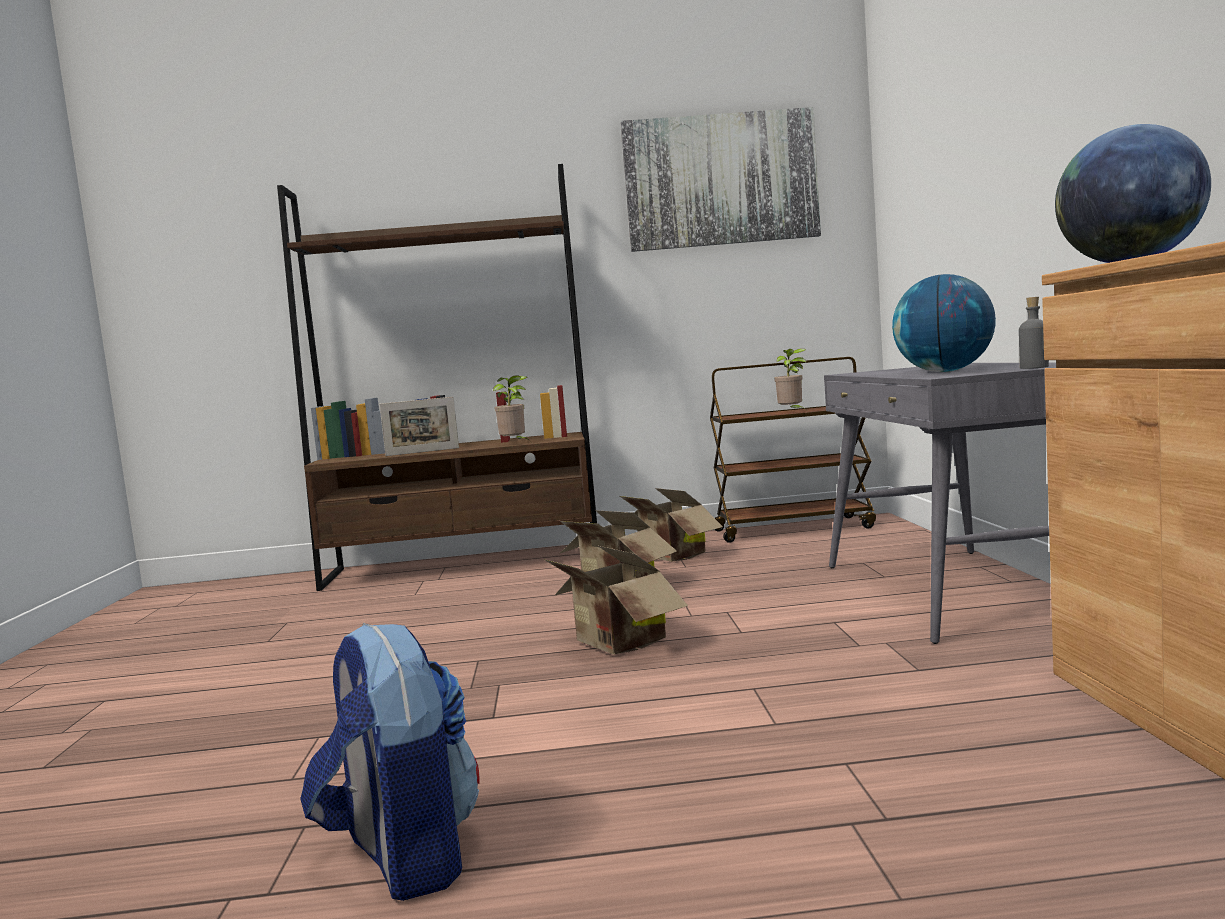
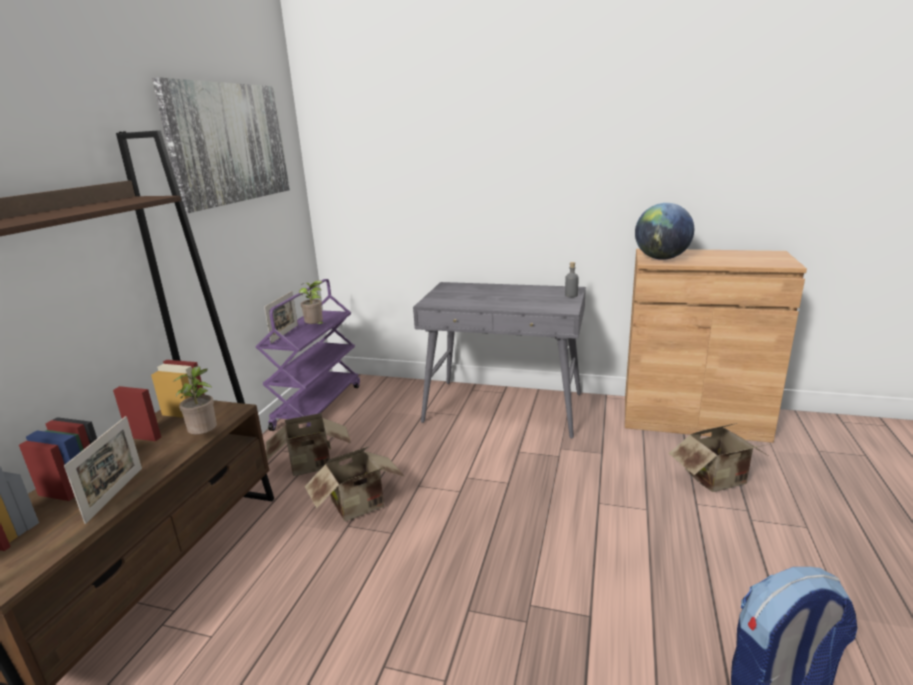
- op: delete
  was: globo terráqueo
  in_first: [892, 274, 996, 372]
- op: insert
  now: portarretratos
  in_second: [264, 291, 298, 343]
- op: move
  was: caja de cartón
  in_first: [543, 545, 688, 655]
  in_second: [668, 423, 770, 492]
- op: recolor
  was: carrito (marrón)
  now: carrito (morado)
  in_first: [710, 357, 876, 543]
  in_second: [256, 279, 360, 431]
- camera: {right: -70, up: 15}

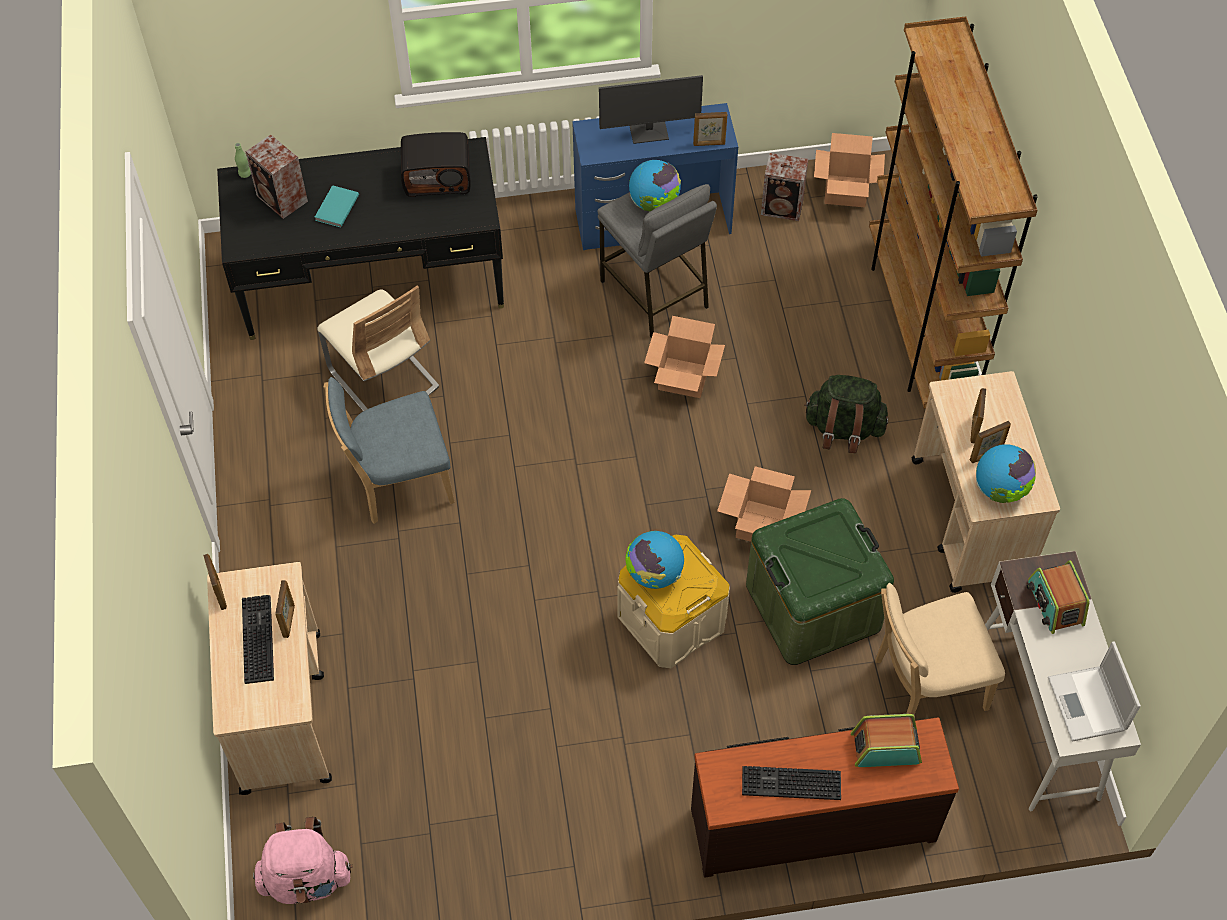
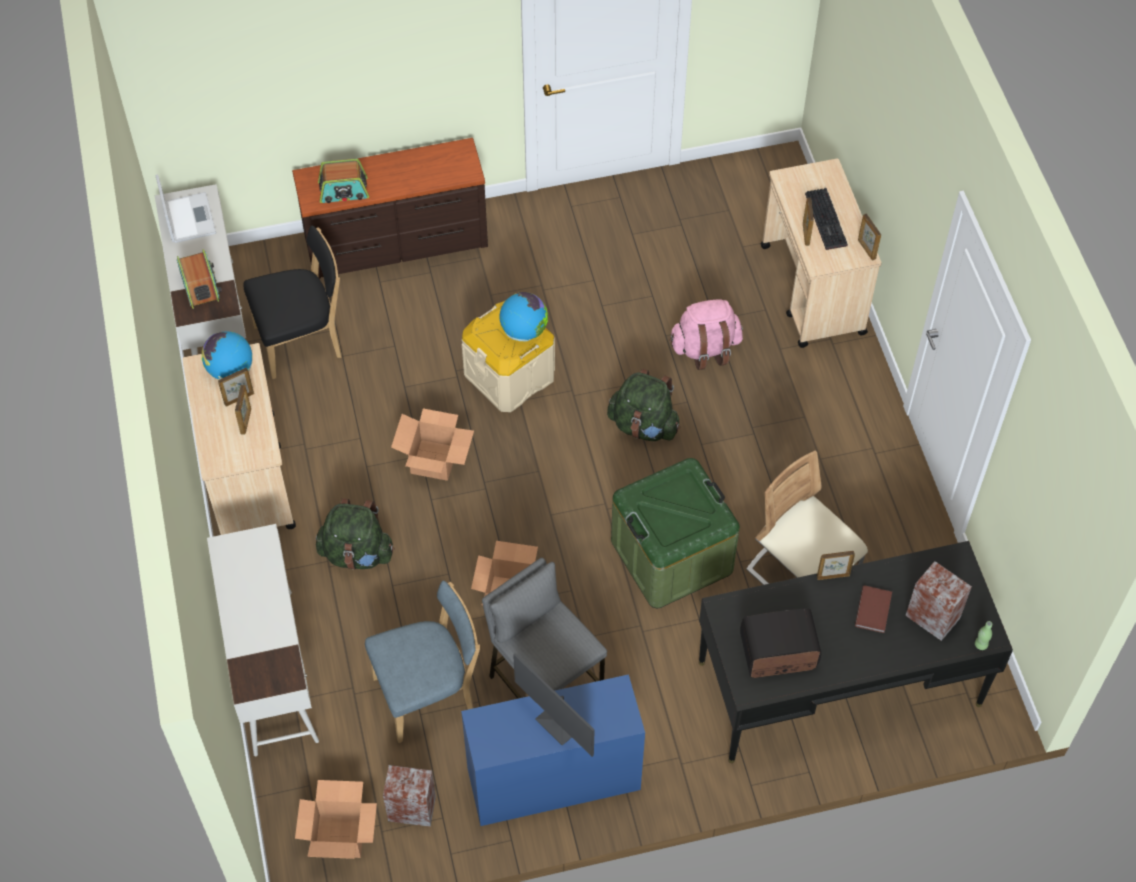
- op: delete
  was: globo terráqueo
  in_first: [629, 160, 681, 211]
- op: delete
  was: teclado
  in_first: [742, 766, 841, 800]
- op: insert
  now: mochila (verde)
  in_second: [607, 369, 680, 441]
- op: move
  was: mochila (rosa)
  in_first: [253, 817, 353, 904]
  in_second: [669, 299, 743, 370]
- op: move
  was: silla (azul)
  in_first: [324, 377, 455, 524]
  in_second: [365, 581, 480, 743]
- op: move
  was: portarretratos
  in_first: [693, 112, 727, 146]
  in_second: [817, 551, 855, 580]
- op: move
  was: caja de almacenaje (verde)
  in_first: [746, 498, 894, 665]
  in_second: [611, 458, 740, 608]
- op: replace
  was: estantería (marrón)
  now: escritorio (blanco)
  in_first: [869, 16, 1038, 409]
  in_second: [207, 524, 319, 756]
- op: recolor
  was: libro (turquesa)
  now: libro (marrón)
  in_first: [315, 185, 359, 227]
  in_second: [855, 585, 892, 633]
- op: recolor
  was: silla (beis)
  now: silla (negro)
  in_first: [876, 583, 1005, 715]
  in_second: [244, 225, 342, 379]
- op: rotate
  was: monitor
  in_first: [599, 75, 703, 144]
  in_second: [513, 653, 595, 757]
  clockwise: -120
- camera: {right: 175, up: 0}

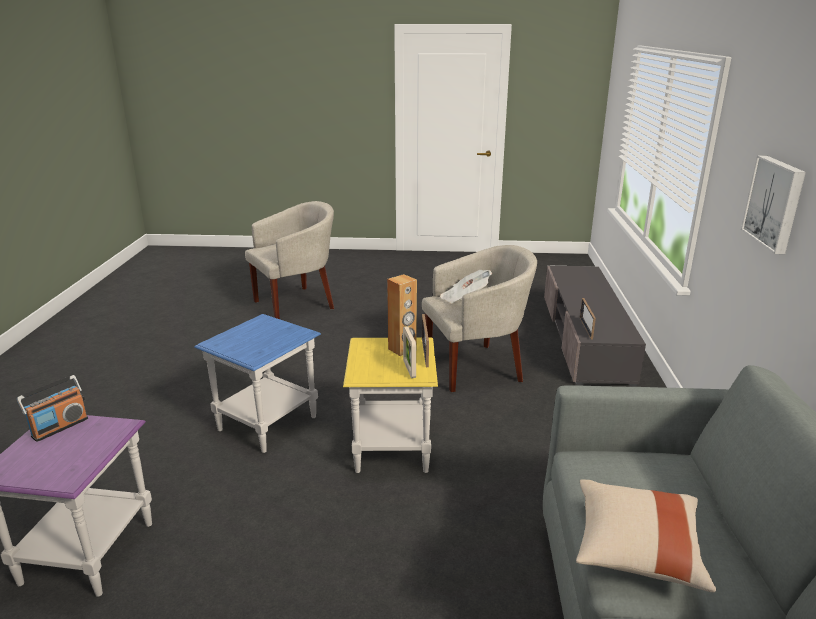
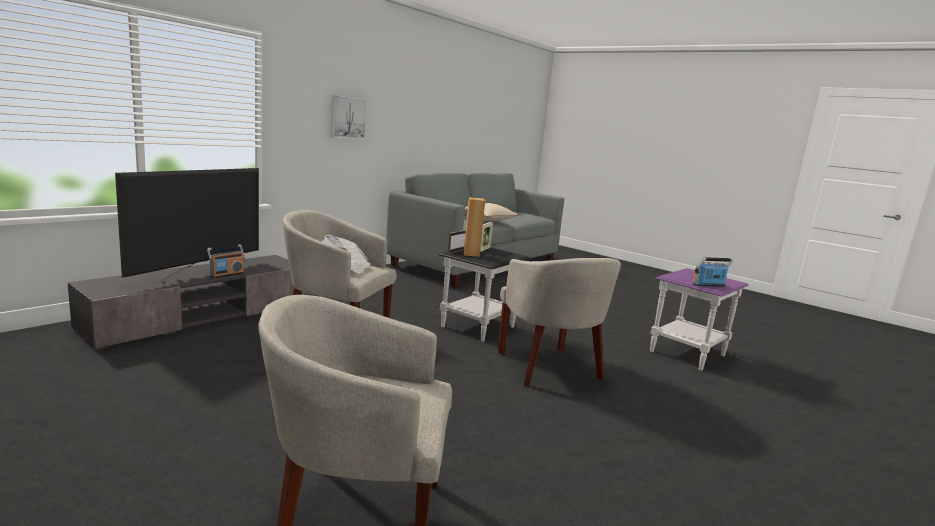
- op: delete
  was: portarretratos
  in_first: [580, 298, 596, 339]
- op: insert
  now: televisor
  in_second: [115, 168, 259, 284]
- op: insert
  now: radio
  in_second: [207, 244, 245, 278]
- op: replace
  was: mesa auxiliar (azul)
  now: sillón (beis)
  in_first: [194, 314, 321, 453]
  in_second: [498, 258, 621, 387]
- op: recolor
  was: mesa auxiliar (amarillo)
  now: mesa auxiliar (negro)
  in_first: [343, 338, 438, 473]
  in_second: [439, 247, 530, 342]
- camera: {right: -145, up: -10}

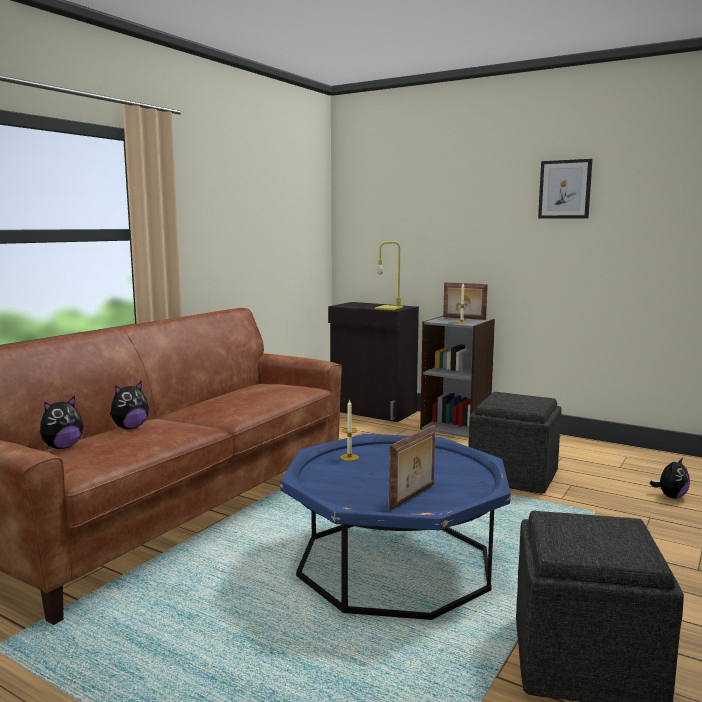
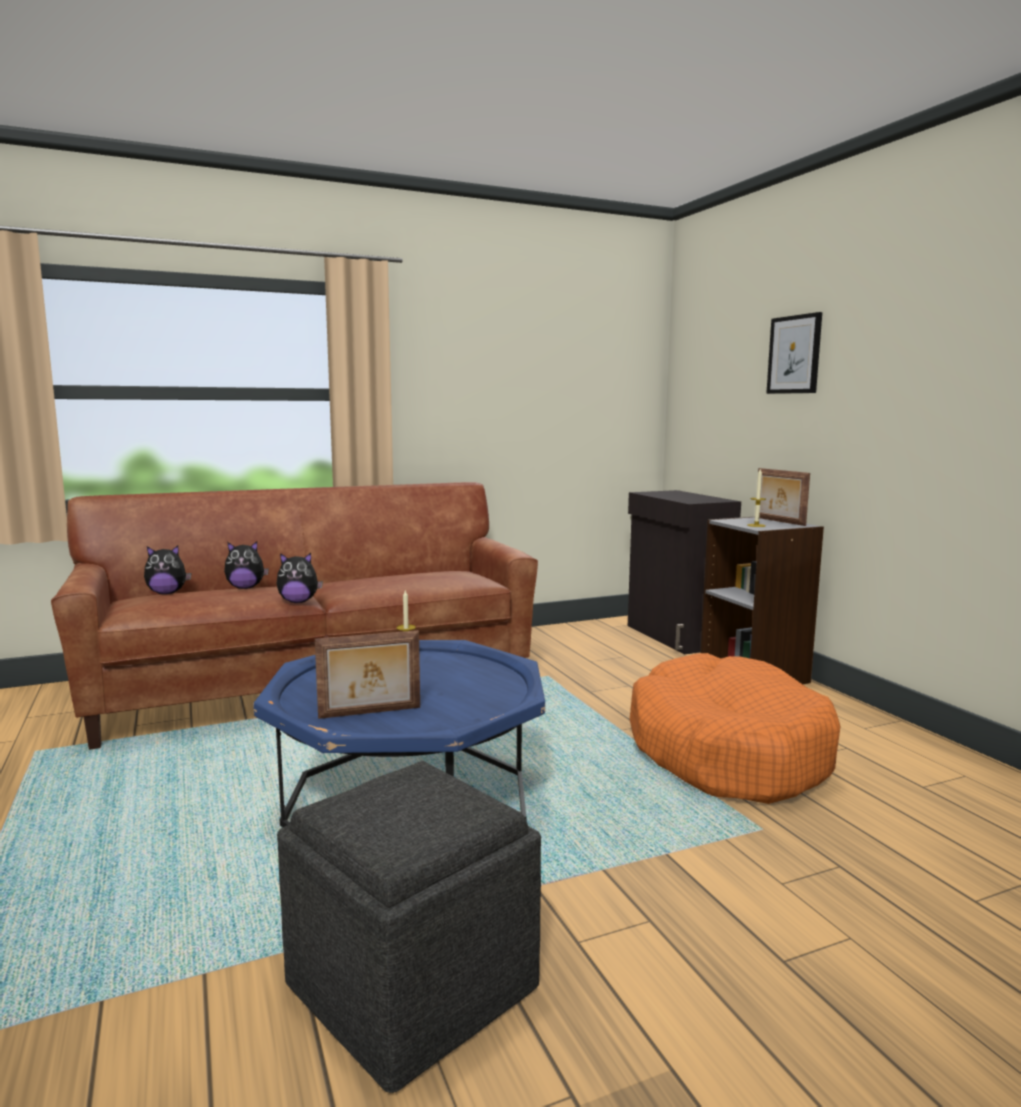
- op: delete
  was: lámpara de mesa (amarillo)
  in_first: [375, 241, 403, 310]
- op: move
  was: cuadro
  in_first: [538, 159, 593, 219]
  in_second: [766, 312, 822, 394]
- op: move
  was: peluche
  in_first: [649, 458, 690, 499]
  in_second: [277, 553, 323, 603]
- op: replace
  was: puf (gris)
  now: cama para perro (naranja)
  in_first: [468, 392, 561, 494]
  in_second: [630, 653, 841, 804]
- camera: {right: 35, up: 0}

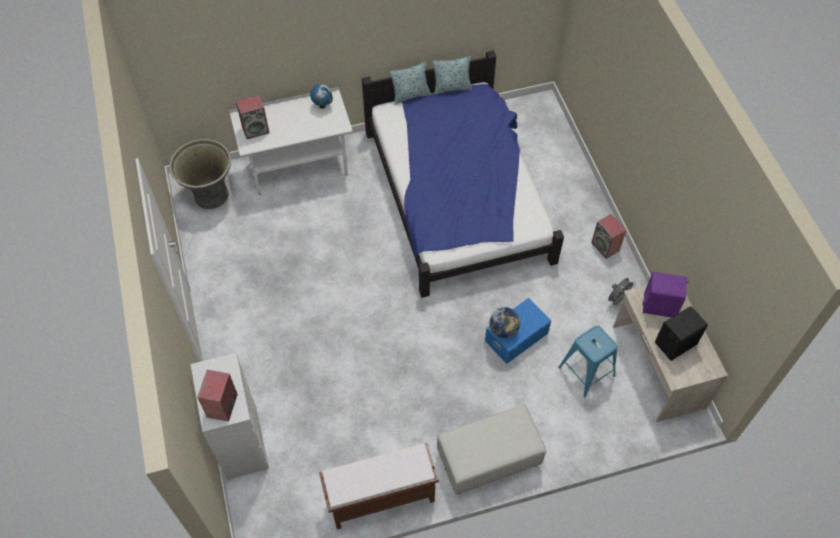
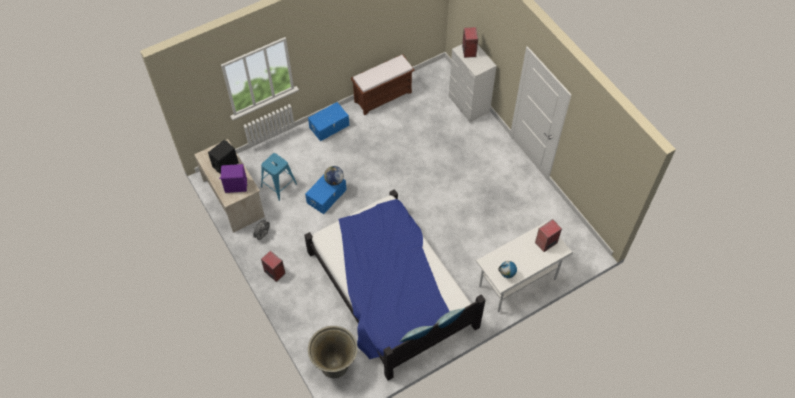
- op: move
  was: maceta (gris)
  in_first: [169, 139, 231, 209]
  in_second: [308, 326, 358, 378]
- op: replace
  was: puf (blanco)
  now: caja de almacenaje (azul)
  in_first: [437, 404, 547, 494]
  in_second: [308, 102, 349, 141]
- camera: {right: 165, up: 0}

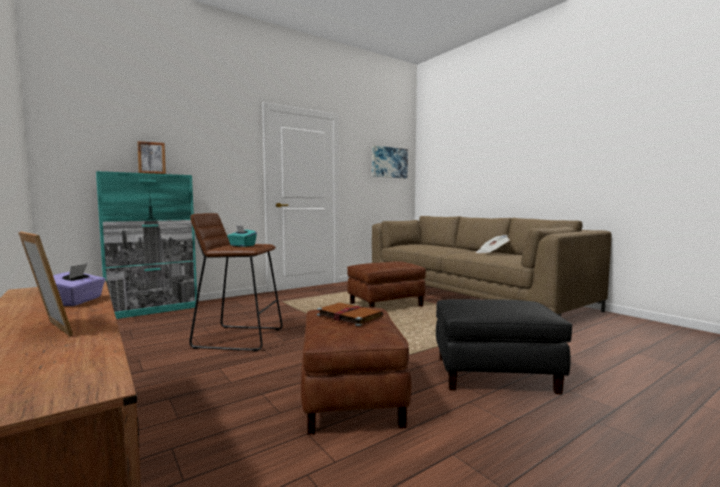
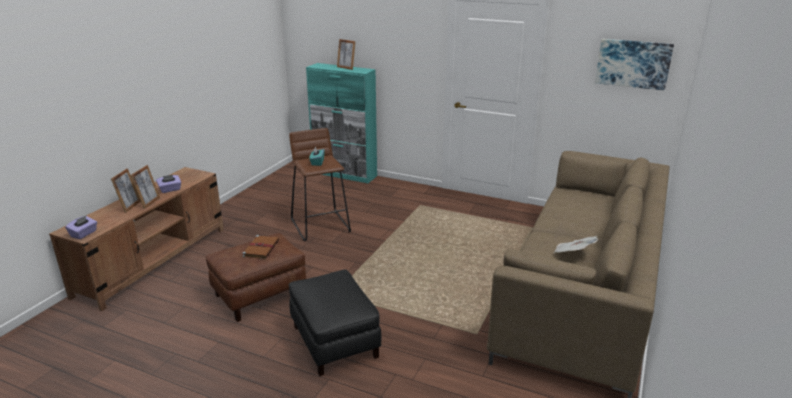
- op: delete
  was: puf (marrón)
  in_first: [347, 261, 426, 308]
- op: insert
  now: caja de pañuelos (morado)
  in_second: [65, 216, 97, 239]
- op: insert
  now: portarretratos
  in_second: [131, 165, 160, 209]
- camera: {right: 60, up: 20}

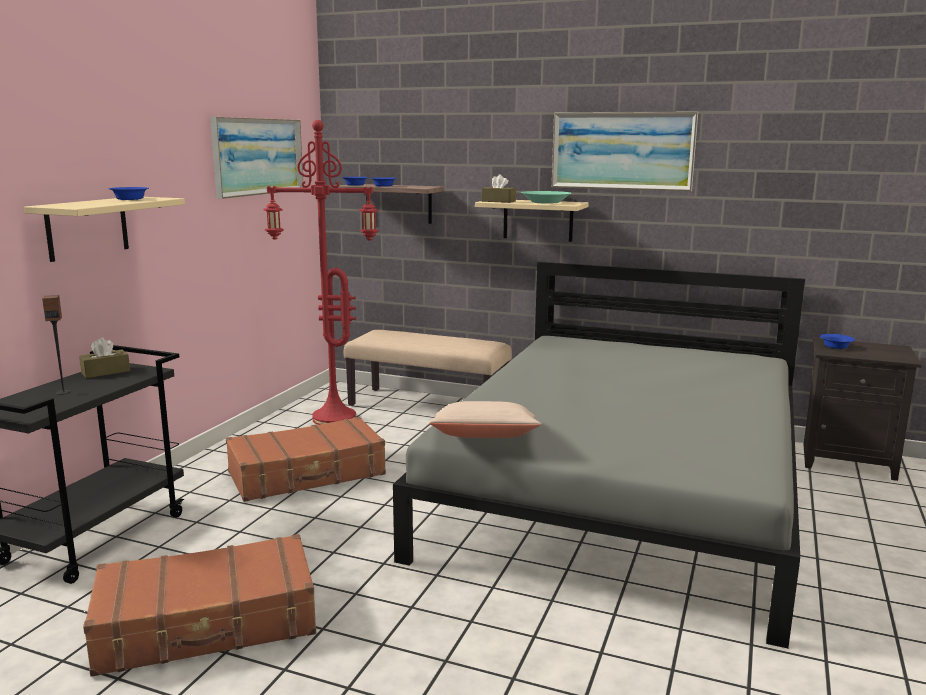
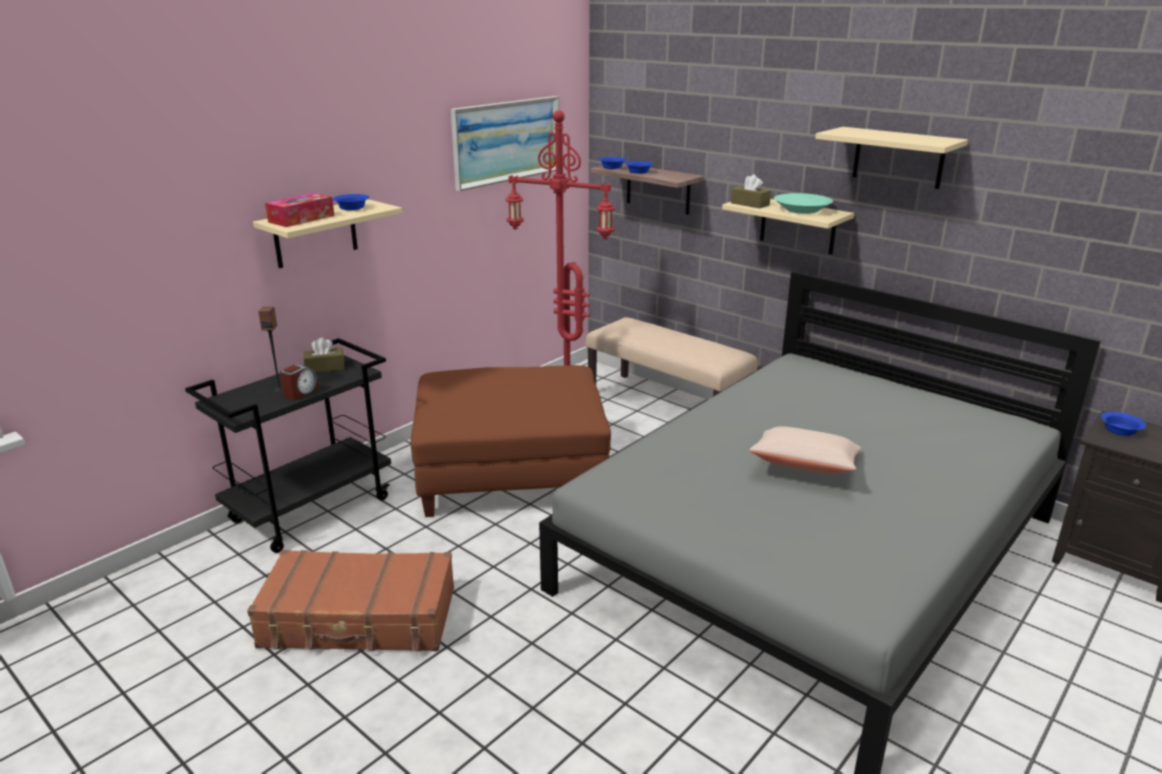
- op: insert
  now: caja de pañuelos
  in_second: [265, 193, 334, 227]
- op: insert
  now: despertador
  in_second: [280, 364, 319, 400]
- op: move
  was: cojín (beis)
  in_first: [429, 401, 541, 438]
  in_second: [749, 427, 861, 474]
- op: replace
  was: maleta (marrón)
  now: puf (marrón)
  in_first: [226, 417, 386, 502]
  in_second: [410, 365, 611, 517]
- op: replace
  was: cuadro
  now: estante (beis)
  in_first: [552, 112, 698, 191]
  in_second: [815, 127, 968, 189]
- camera: {right: 20, up: 10}

